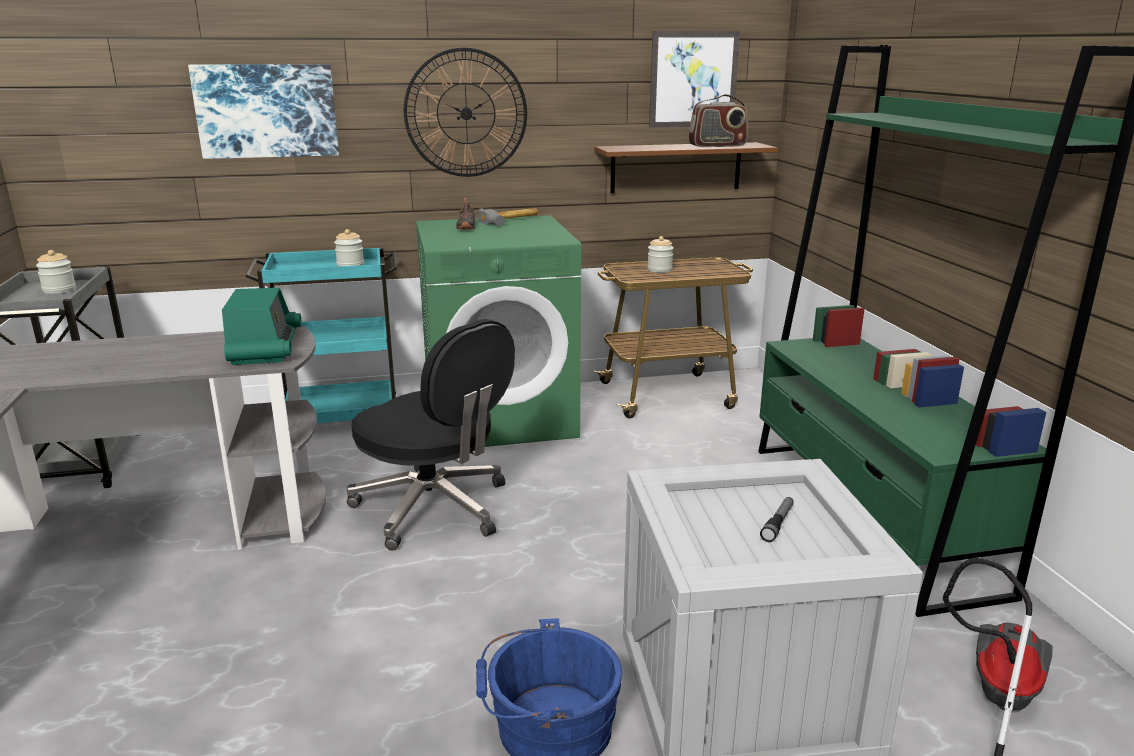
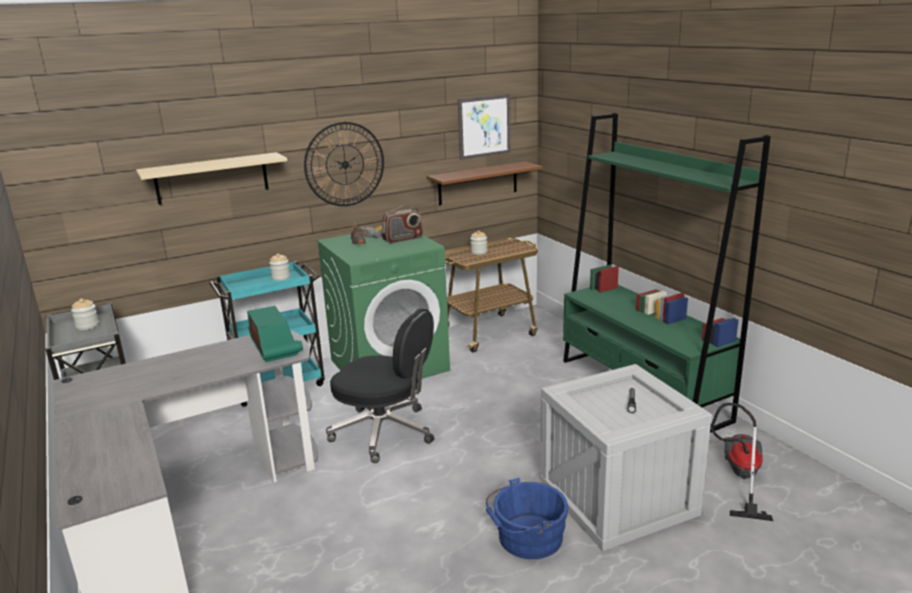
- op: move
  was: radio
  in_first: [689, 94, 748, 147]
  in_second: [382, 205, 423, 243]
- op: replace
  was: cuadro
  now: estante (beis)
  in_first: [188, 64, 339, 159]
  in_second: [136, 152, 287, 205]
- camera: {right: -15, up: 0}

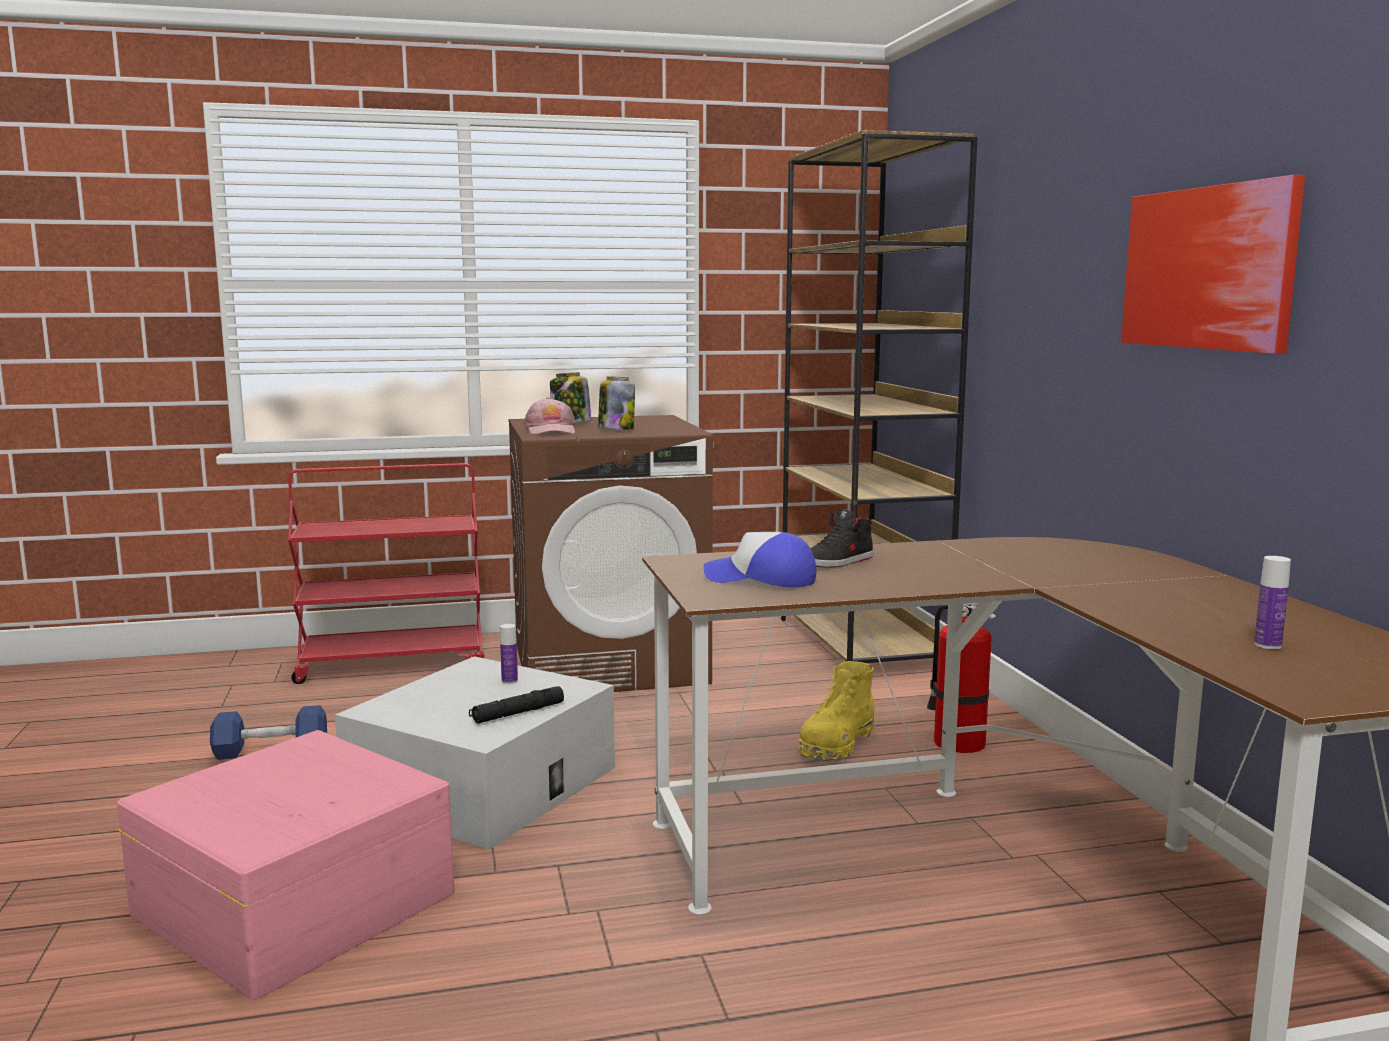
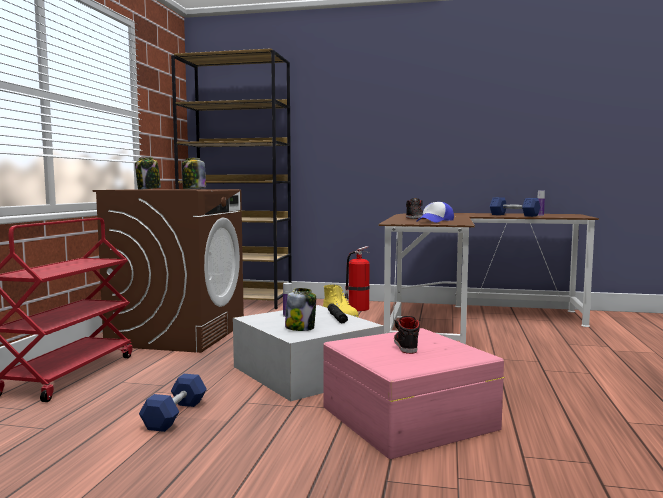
- op: delete
  was: gorra (rosa)
  in_first: [523, 397, 575, 435]
- op: delete
  was: cuadro
  in_first: [1121, 175, 1305, 354]
- op: insert
  now: tarro
  in_second: [285, 288, 316, 331]
- op: insert
  now: zapato (negro)
  in_second: [394, 316, 420, 354]
- op: insert
  now: mancuerna (azul)
  in_second: [490, 197, 540, 217]
- camera: {right: -65, up: -5}

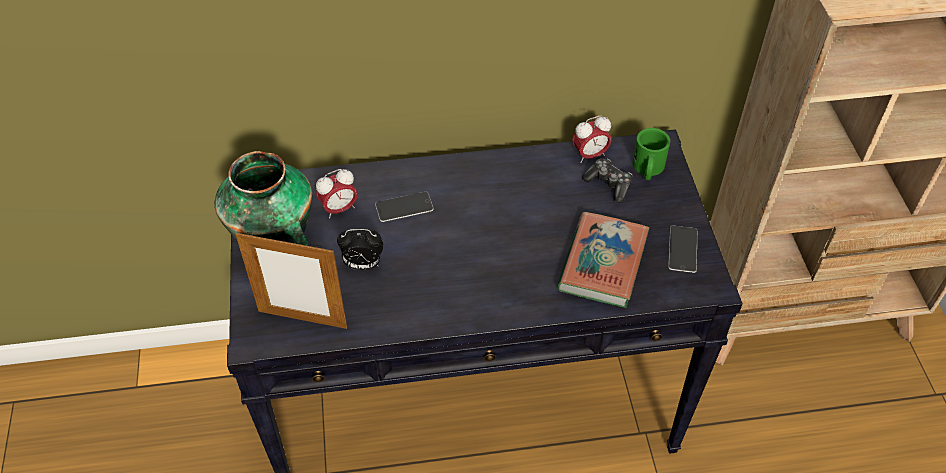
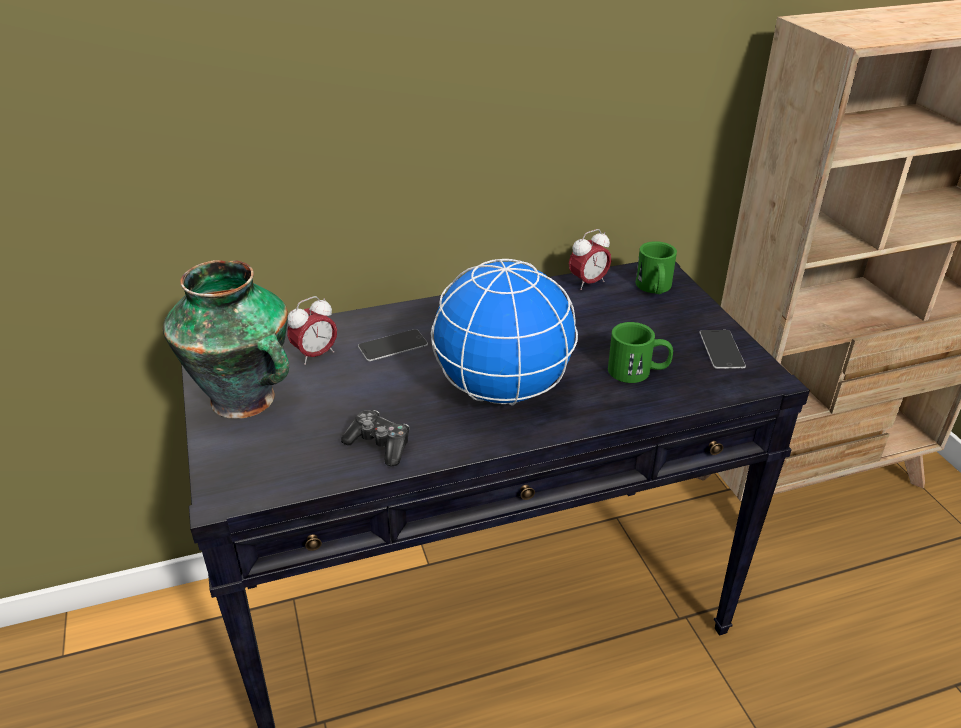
- op: delete
  was: portarretratos
  in_first: [236, 232, 347, 329]
- op: delete
  was: despertador
  in_first: [337, 229, 383, 270]
- op: insert
  now: globo terráqueo
  in_second: [431, 259, 578, 406]
- op: move
  was: mando de consola
  in_first: [582, 159, 633, 203]
  in_second: [341, 410, 409, 466]
- op: replace
  was: libro
  now: taza grande (verde)
  in_first: [557, 212, 649, 308]
  in_second: [608, 322, 673, 383]
- camera: {right: -10, up: -15}

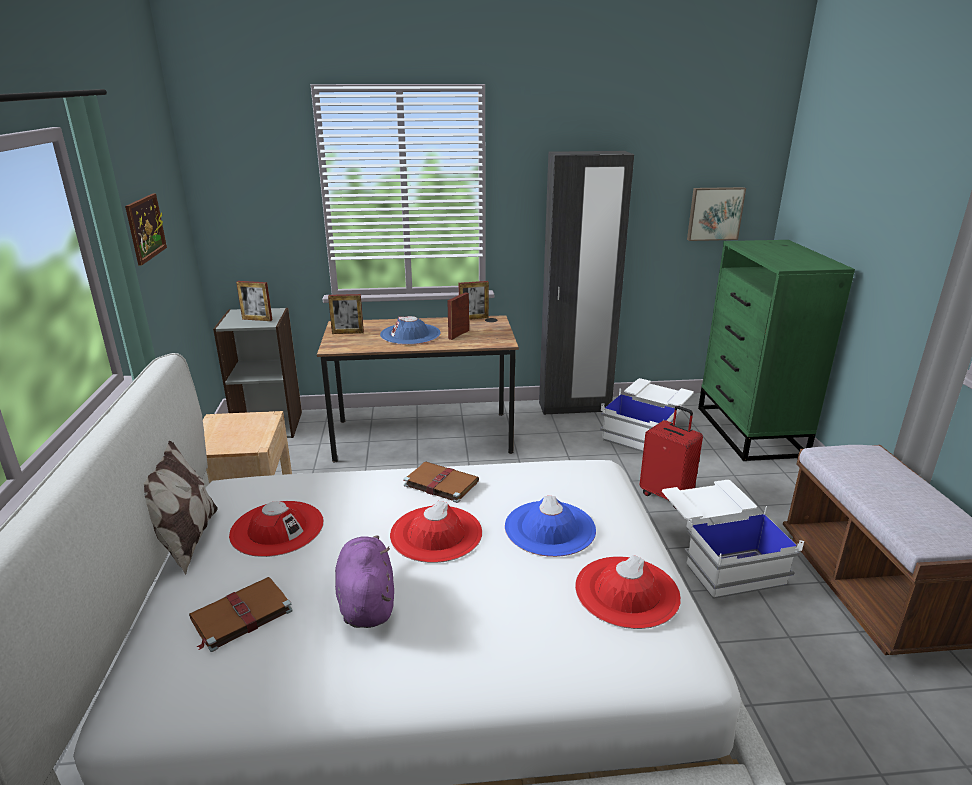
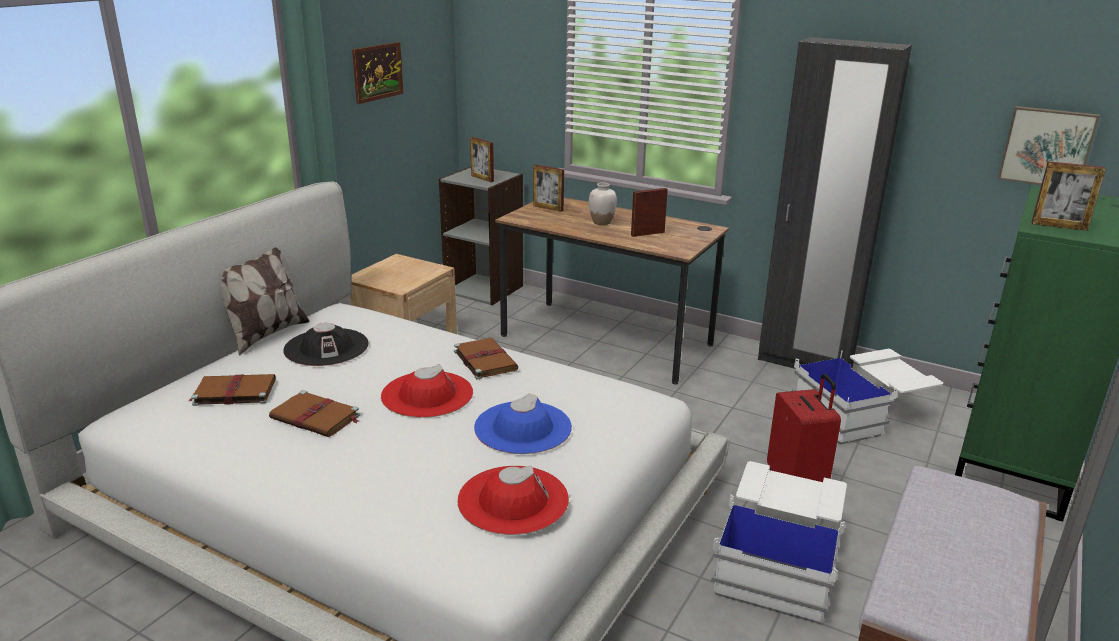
- op: move
  was: portarretratos
  in_first: [459, 281, 489, 320]
  in_second: [1032, 161, 1106, 231]
- op: replace
  was: peluche (morado)
  now: libro (marrón)
  in_first: [335, 535, 394, 628]
  in_second: [269, 390, 360, 437]
- op: replace
  was: sombrero (azul)
  now: florero (blanco)
  in_first: [380, 316, 441, 345]
  in_second: [589, 182, 617, 225]
- op: recolor
  was: sombrero (rojo)
  now: sombrero (negro)
  in_first: [229, 501, 324, 557]
  in_second: [283, 323, 369, 366]
- camera: {right: 35, up: 0}

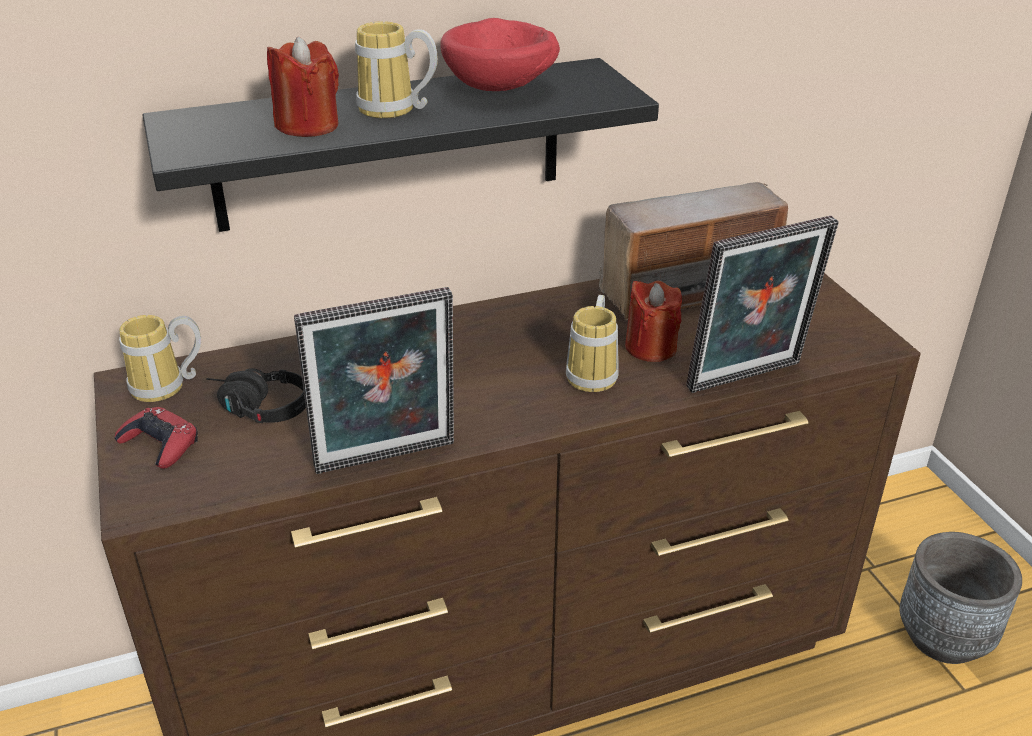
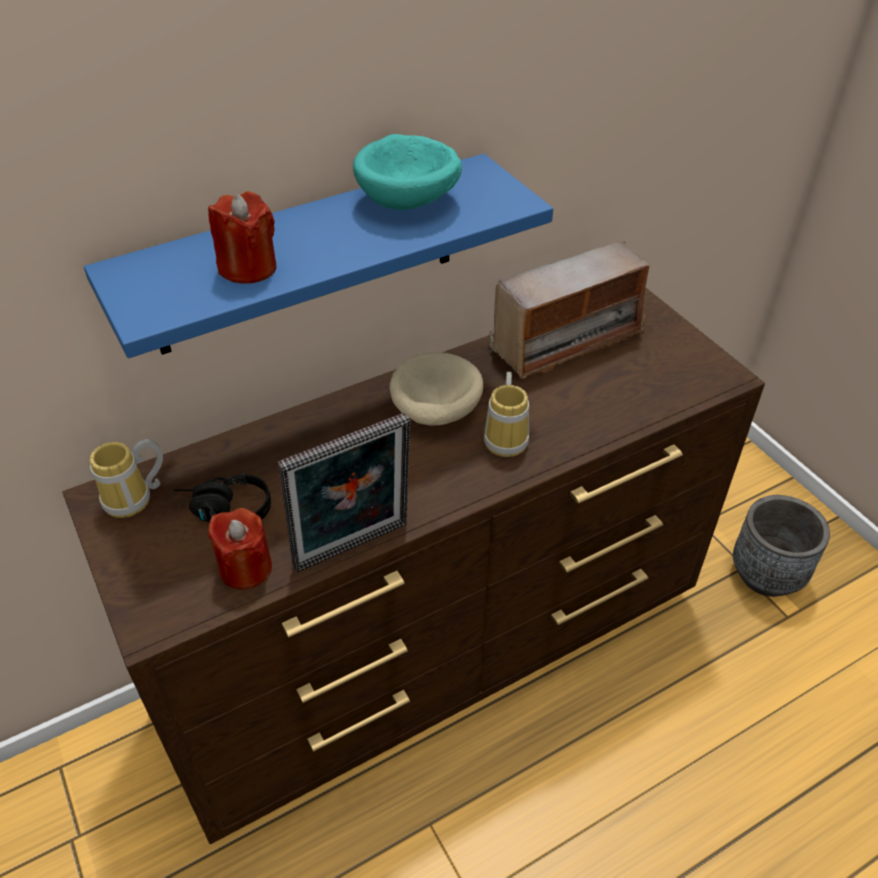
- op: delete
  was: mando de consola (rojo)
  in_first: [115, 407, 198, 469]
- op: delete
  was: taza grande
  in_first: [355, 21, 438, 118]
- op: delete
  was: portarretratos
  in_first: [686, 216, 839, 393]
- op: insert
  now: cuenco (beis)
  in_second: [390, 352, 483, 426]
- op: move
  was: vela (rojo)
  in_first: [625, 281, 682, 362]
  in_second: [208, 508, 272, 590]
- op: recolor
  was: estante (negro)
  now: estante (azul)
  in_first: [143, 58, 659, 232]
  in_second: [84, 154, 553, 358]
- op: recolor
  was: cuenco (rojo)
  now: cuenco (turquesa)
  in_first: [440, 18, 560, 91]
  in_second: [353, 134, 462, 210]
- camera: {right: -10, up: 10}

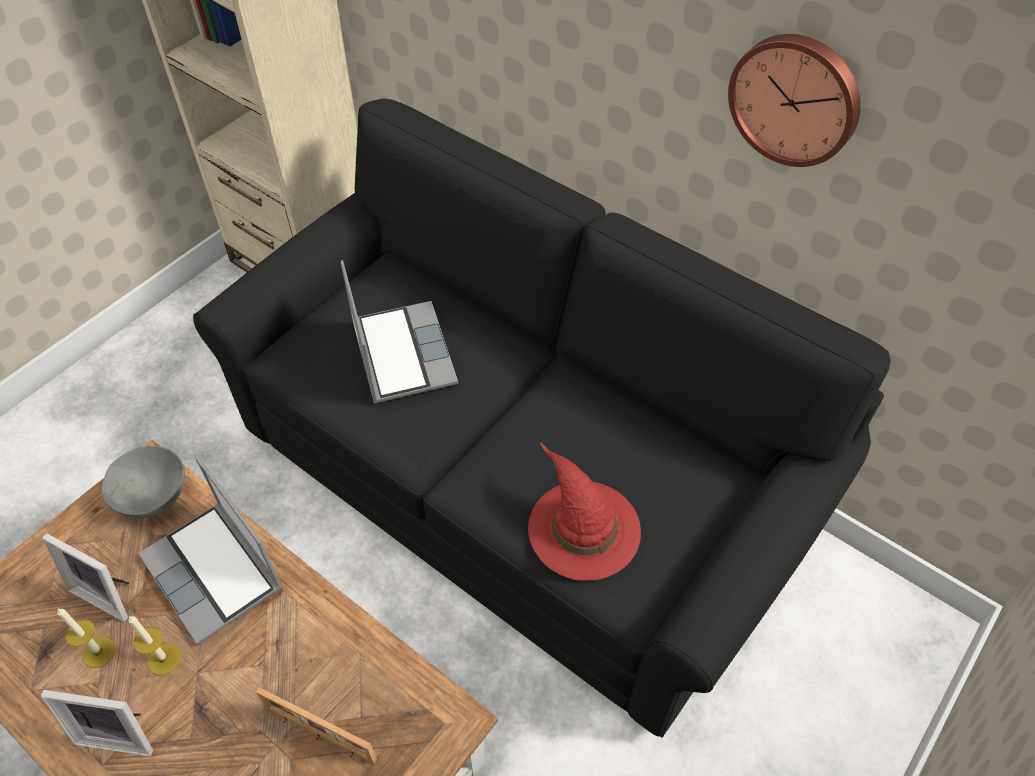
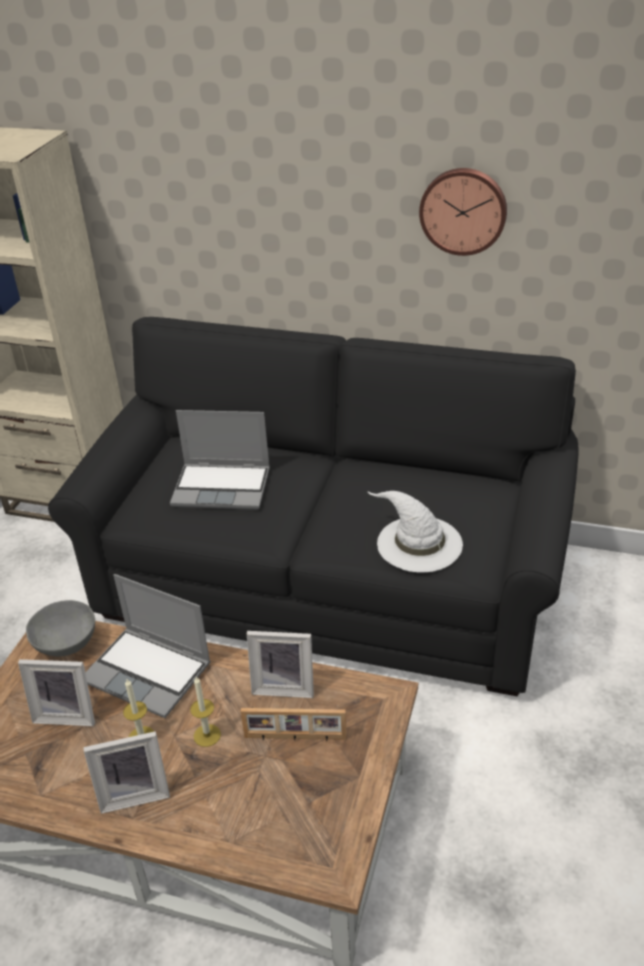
- op: insert
  now: portarretratos
  in_second: [247, 631, 314, 698]
- op: move
  was: vela
  in_first: [57, 609, 115, 668]
  in_second: [190, 677, 221, 747]
- op: recolor
  was: sombrero (rojo)
  now: sombrero (blanco)
  in_first: [528, 442, 641, 581]
  in_second: [367, 491, 463, 572]
- op: rotate
  was: portátil
  in_first: [341, 260, 458, 404]
  in_second: [170, 410, 270, 510]
  clockwise: 135
- camera: {right: -20, up: -15}

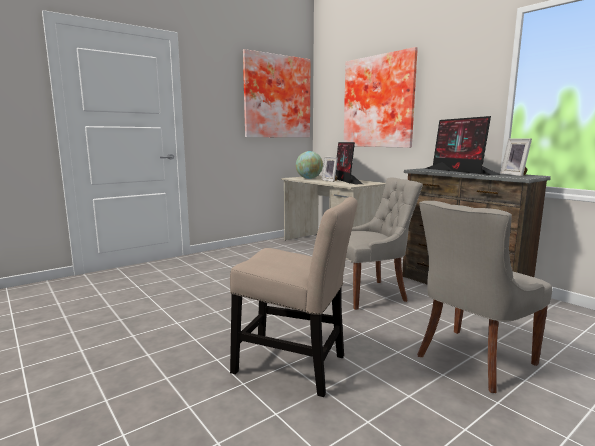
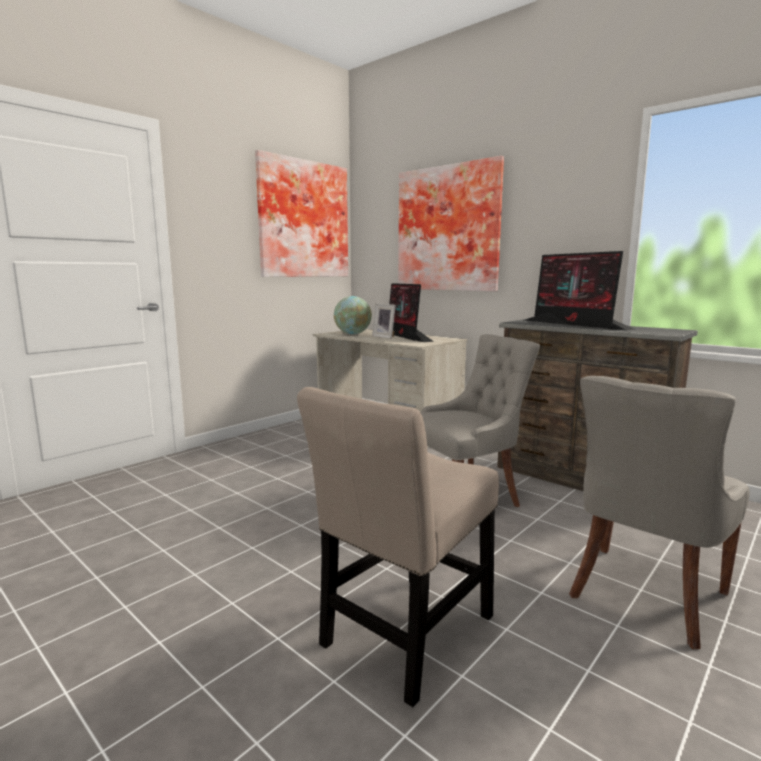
- op: delete
  was: portarretratos
  in_first: [500, 138, 532, 176]
- op: rotate
  was: silla (beis)
  in_first: [230, 197, 358, 397]
  in_second: [297, 387, 499, 707]
  clockwise: 120
- camera: {right: -10, up: 0}

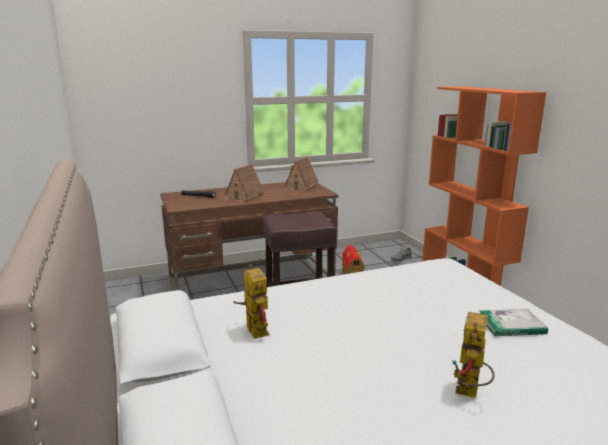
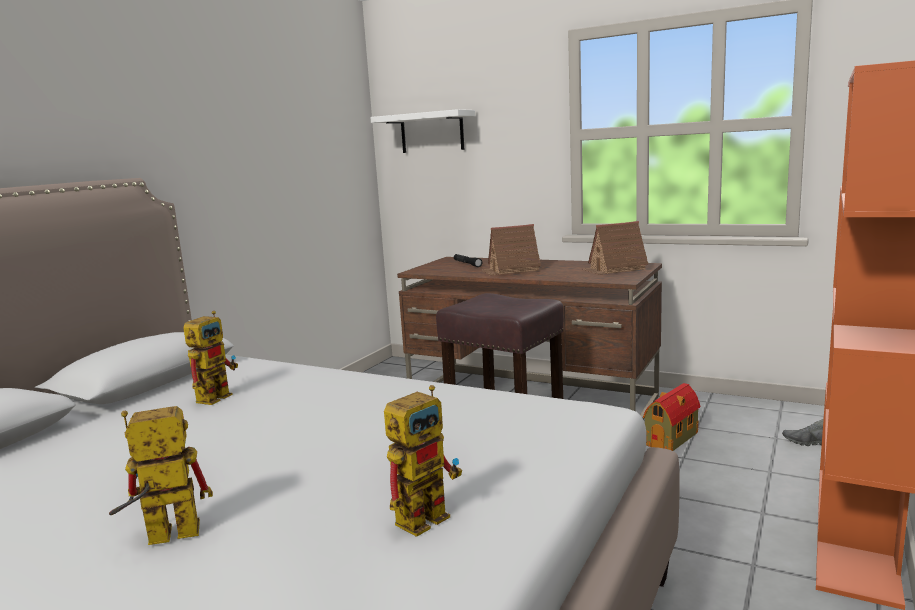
- op: insert
  now: estante (blanco)
  in_second: [370, 109, 475, 153]
- op: replace
  was: libro
  now: robot de juguete
  in_first: [479, 309, 548, 336]
  in_second: [384, 385, 462, 537]
- camera: {right: 50, up: -5}

